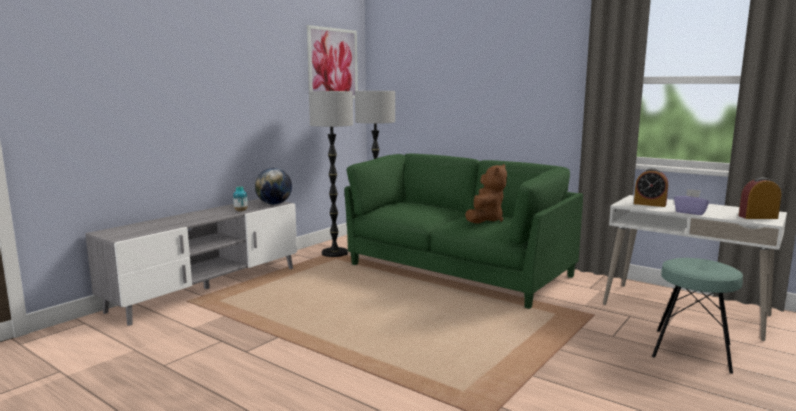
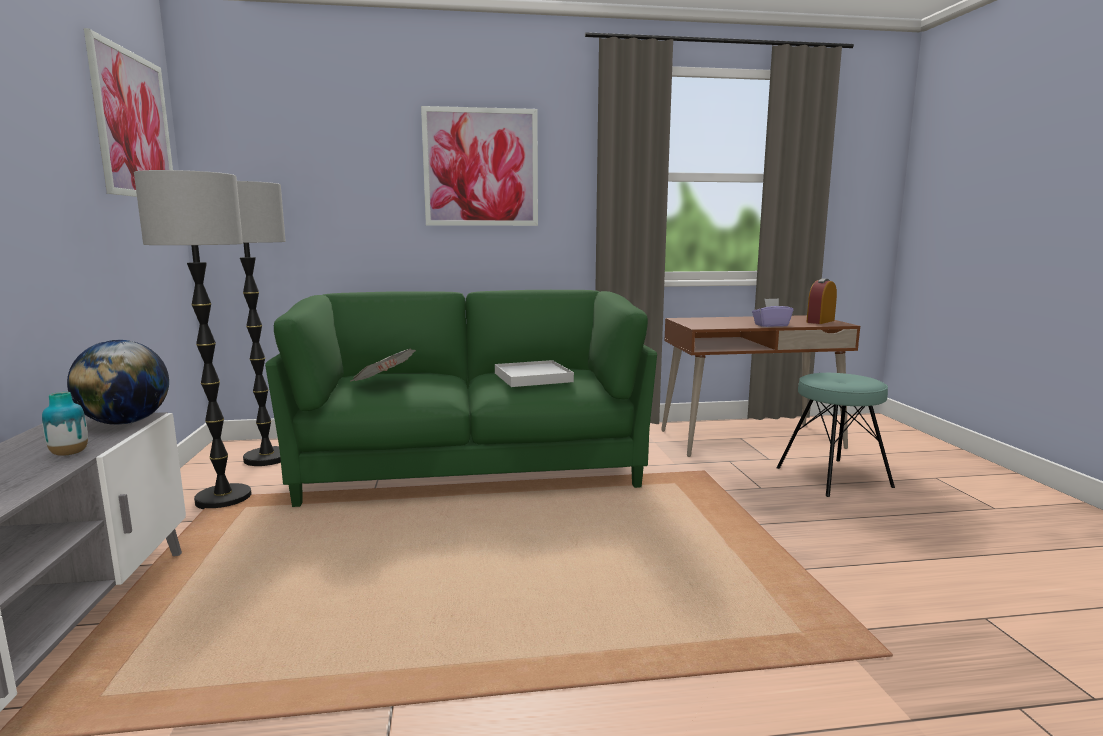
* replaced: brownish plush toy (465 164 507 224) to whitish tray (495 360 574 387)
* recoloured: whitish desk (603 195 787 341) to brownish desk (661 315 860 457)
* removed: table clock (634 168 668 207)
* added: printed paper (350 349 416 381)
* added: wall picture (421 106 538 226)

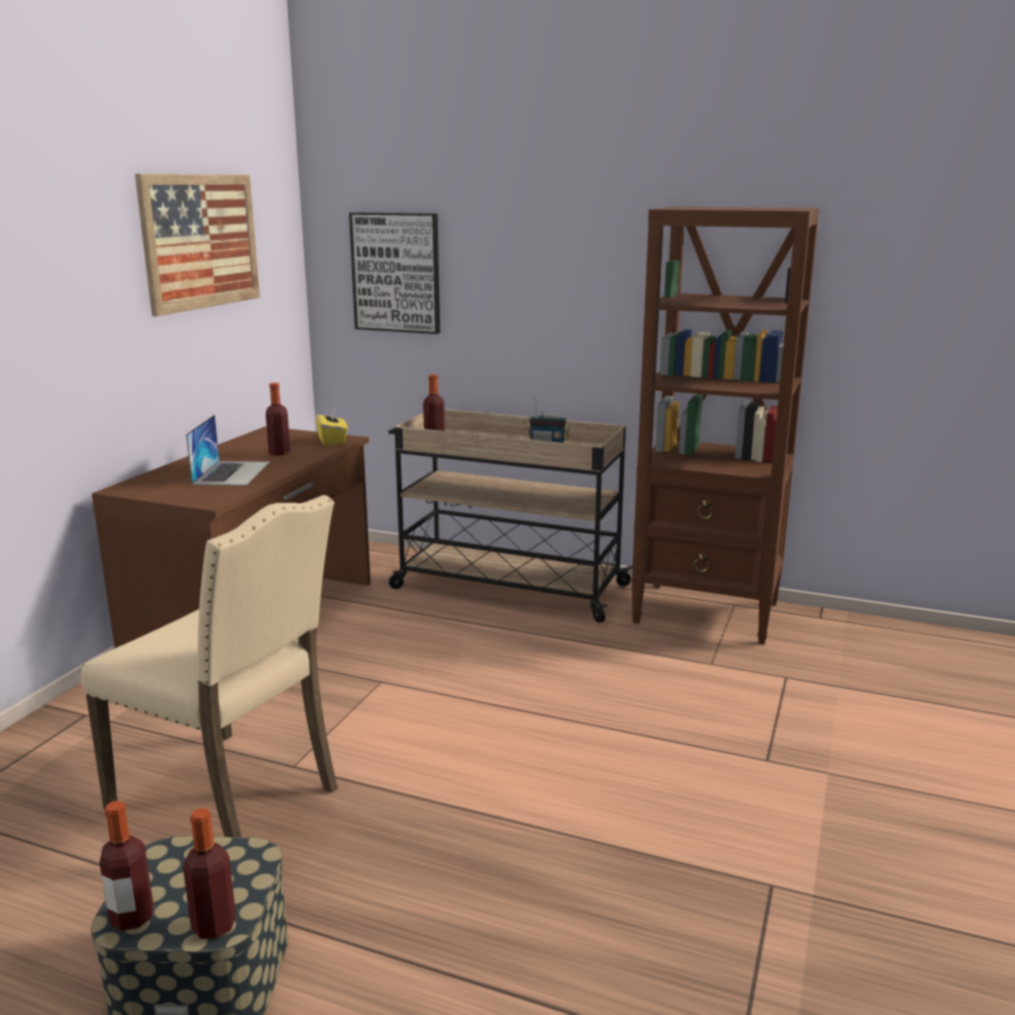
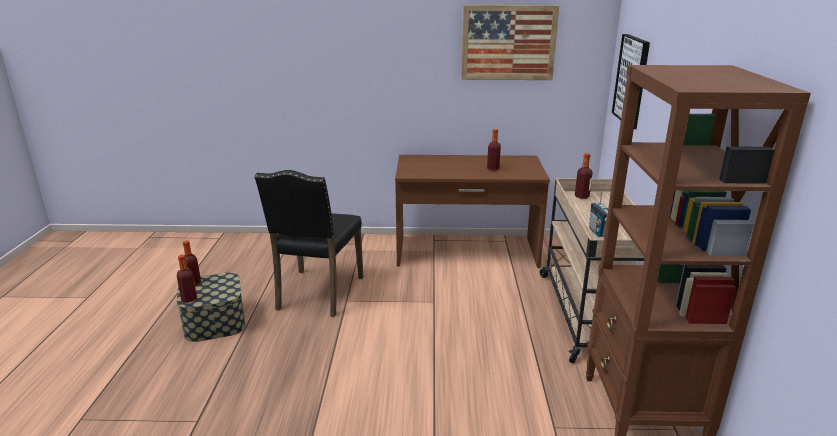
* recoloured: beige-coloured chair (81 495 338 837) to blackish chair (255 170 363 317)
* removed: notebook computer (186 415 270 486)
* removed: yellow-coloured tissue box (315 406 348 445)

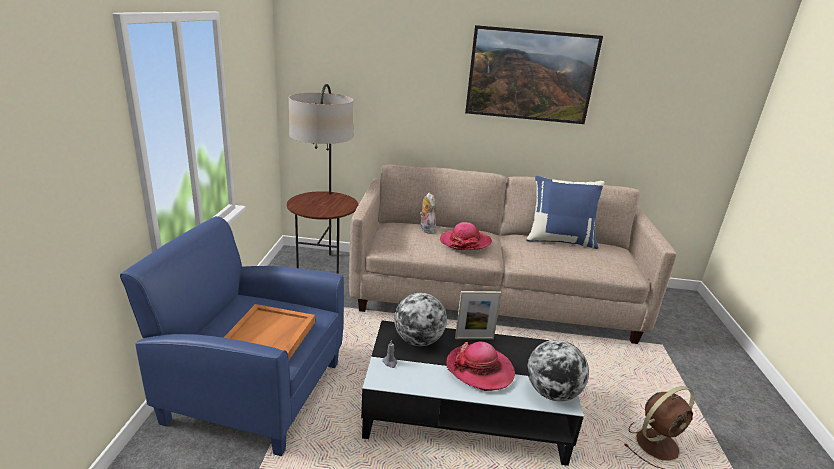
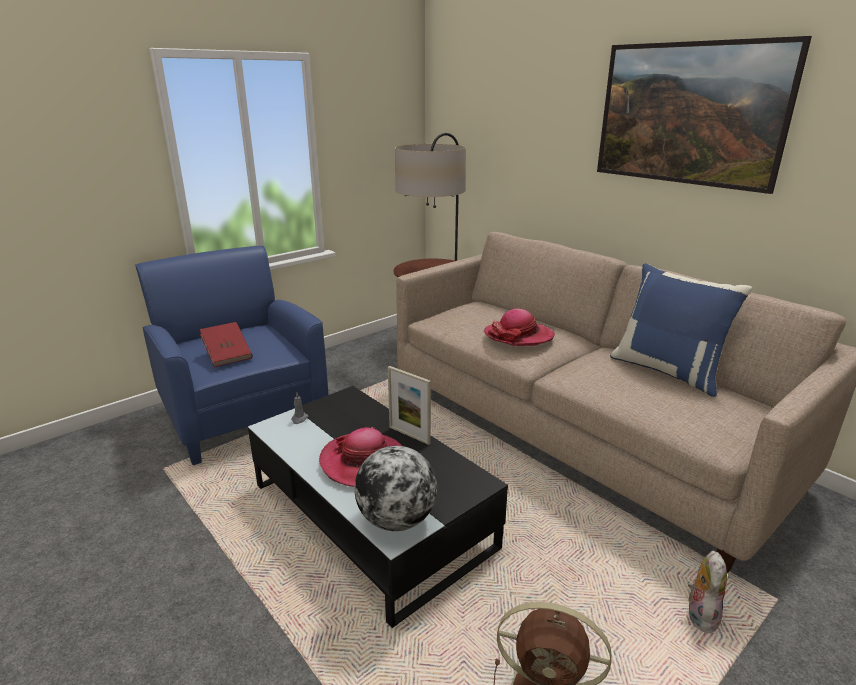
* replaced: orangey tray (224 304 315 359) to red-coloured book (200 322 253 367)
* removed: desk globe (394 293 447 346)
* moved: plush toy (419 192 436 234) to (688 550 727 633)

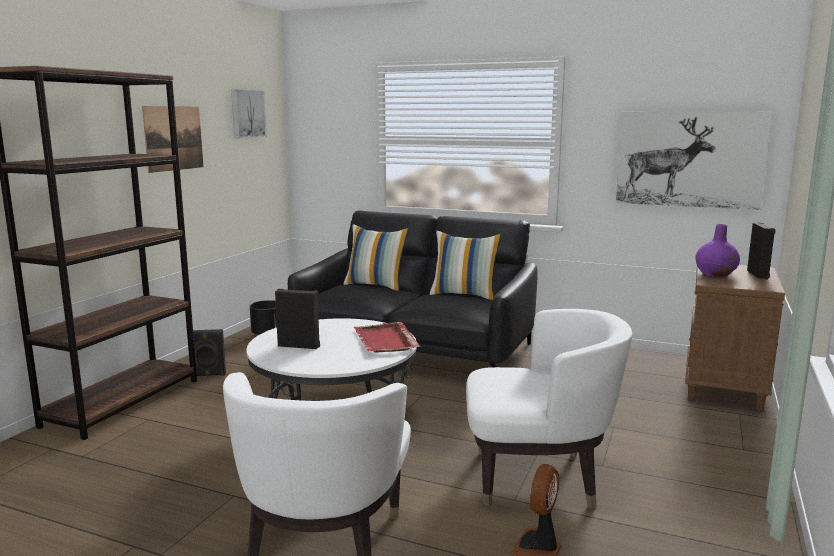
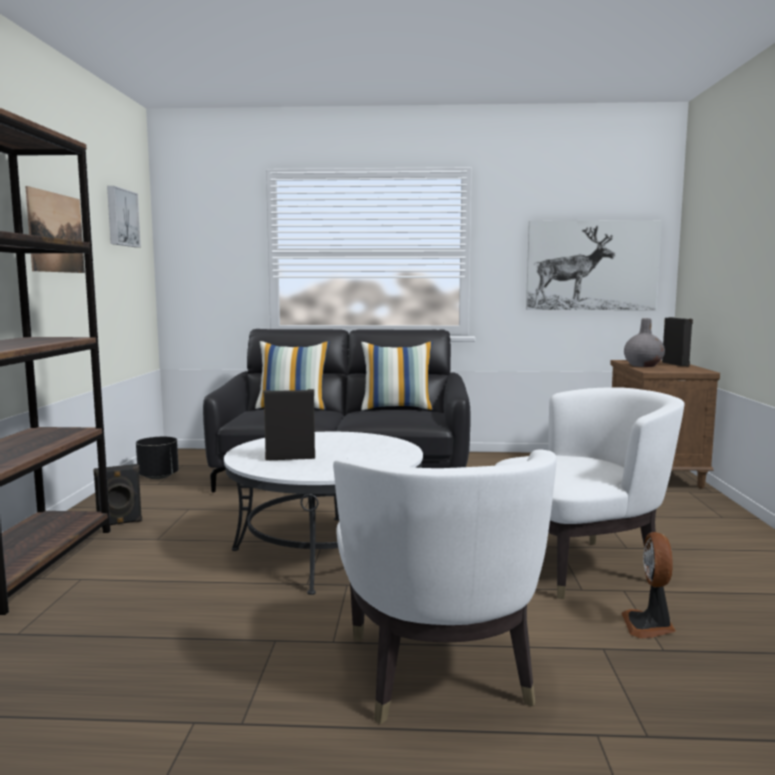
* removed: red-coloured tray (353 322 421 353)
* recoloured: purplish decorative vase (695 224 740 277) to gray decorative vase (624 318 665 367)

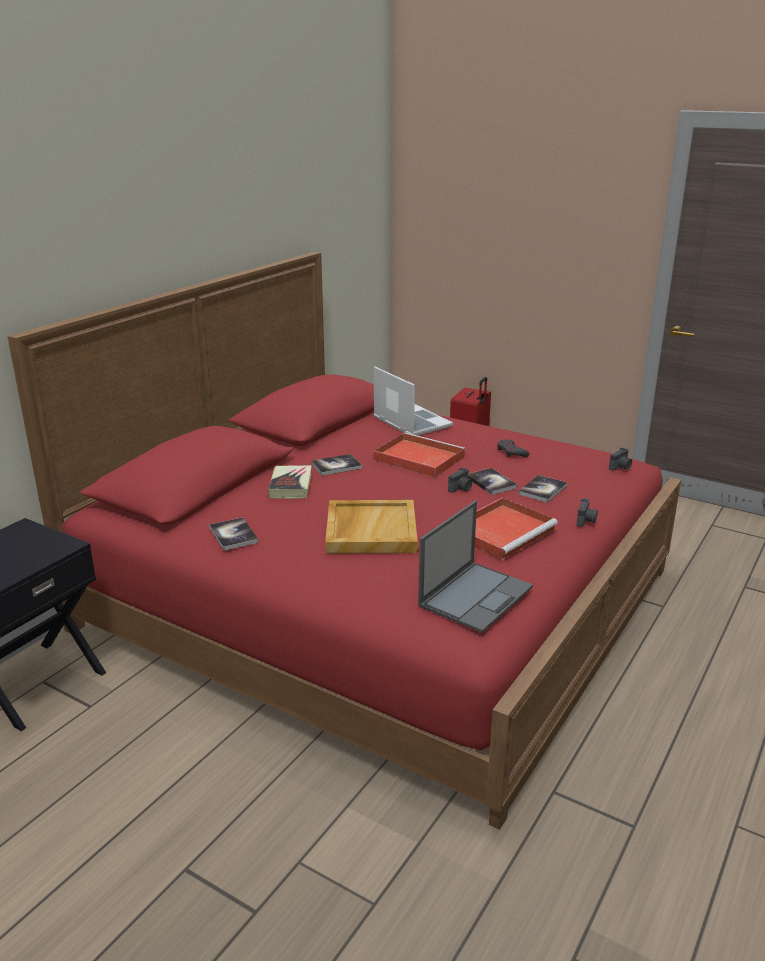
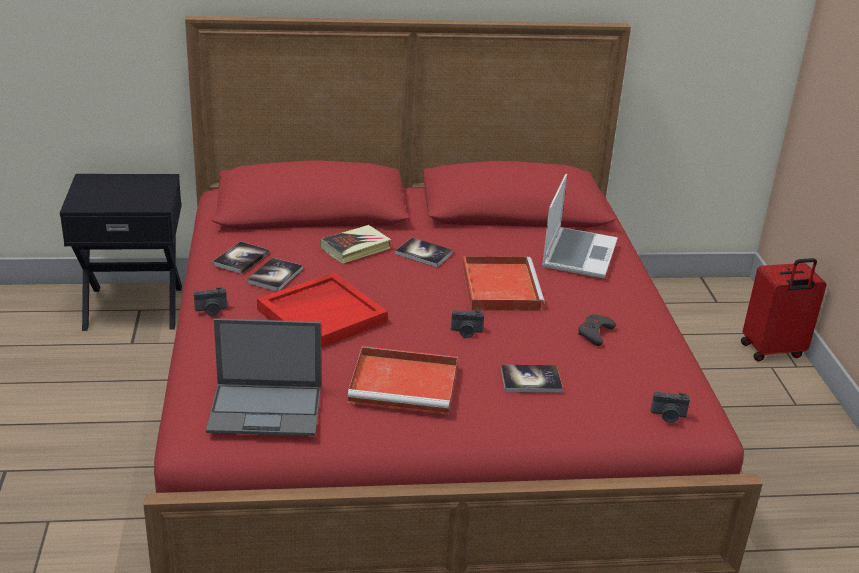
* recoloured: beige-coloured tray (325 500 418 554) to red-coloured tray (257 272 388 348)
* moved: book (468 468 518 495) to (247 258 303 291)
* moved: still camera (577 498 598 527) to (194 287 227 316)

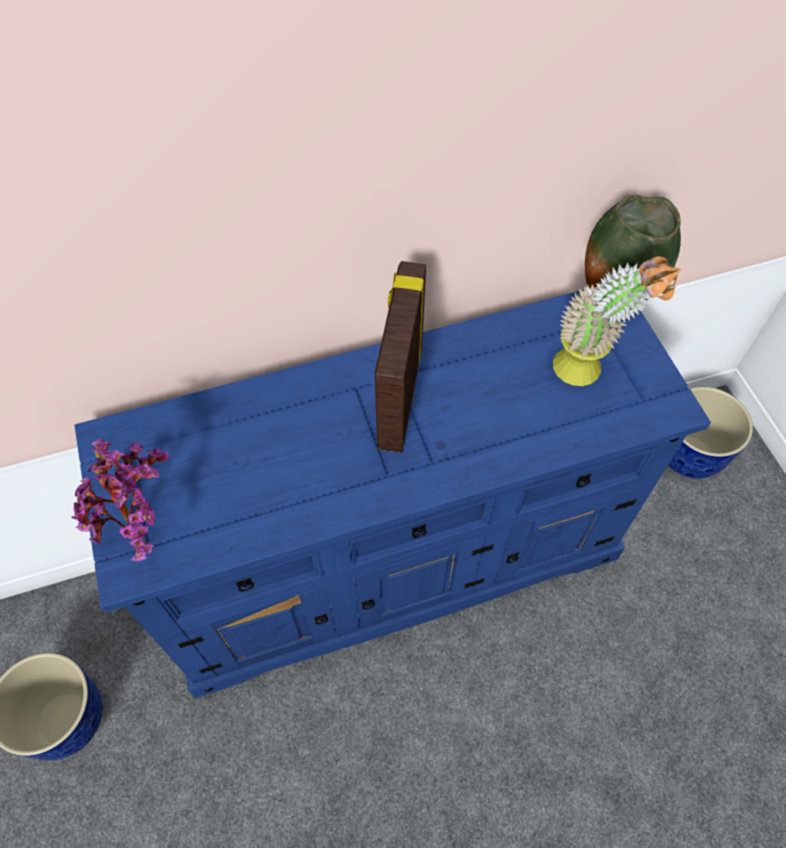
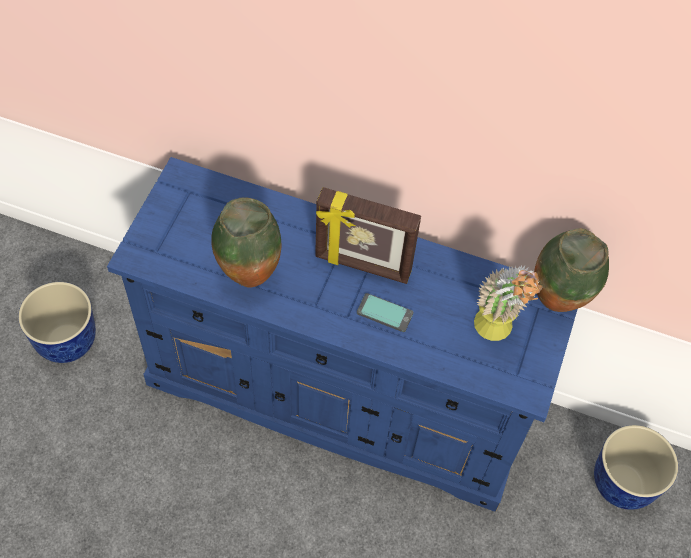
* removed: plant in a pot (72 439 172 561)
* turned: photo frame (375 261 426 453) = (315 187 421 284) 120 degrees counterclockwise
* added: decorative vase (211 197 281 288)
* added: handset (357 293 413 332)

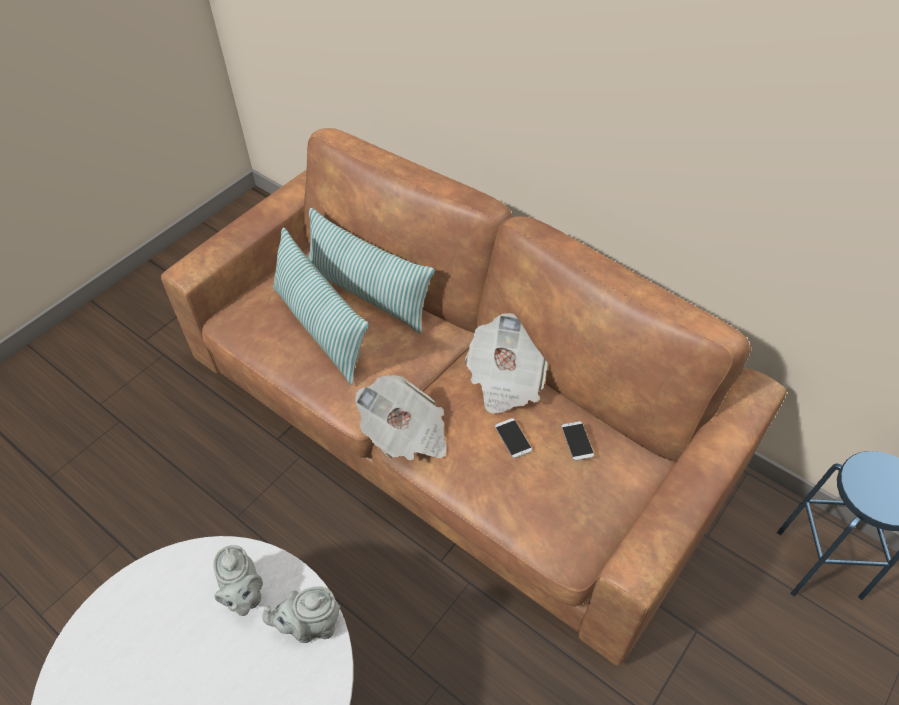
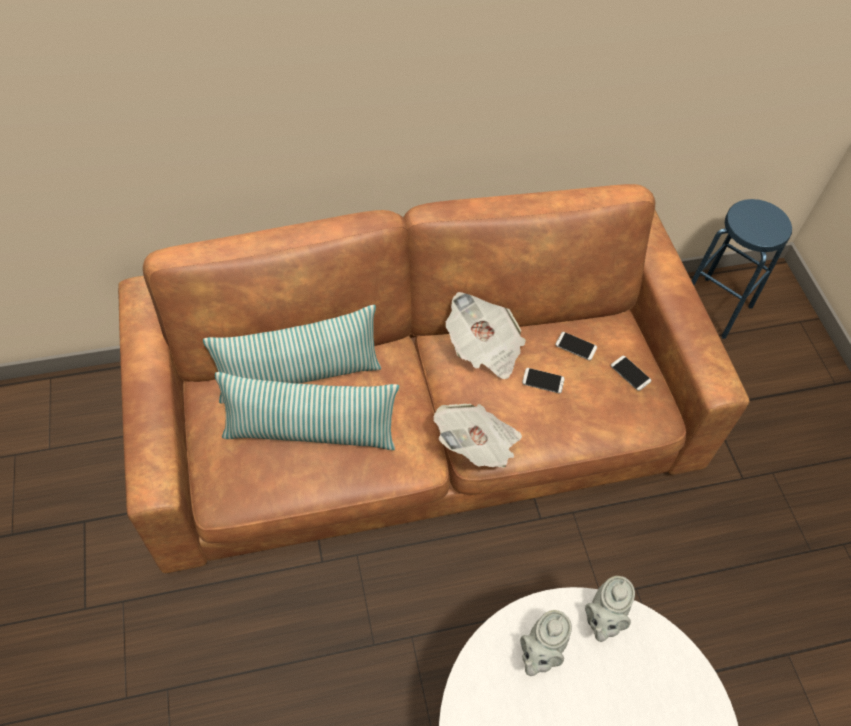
* turned: gray pot for tea (213 545 263 616) = (520 610 572 676) 105 degrees clockwise
* added: handset (611 356 651 391)

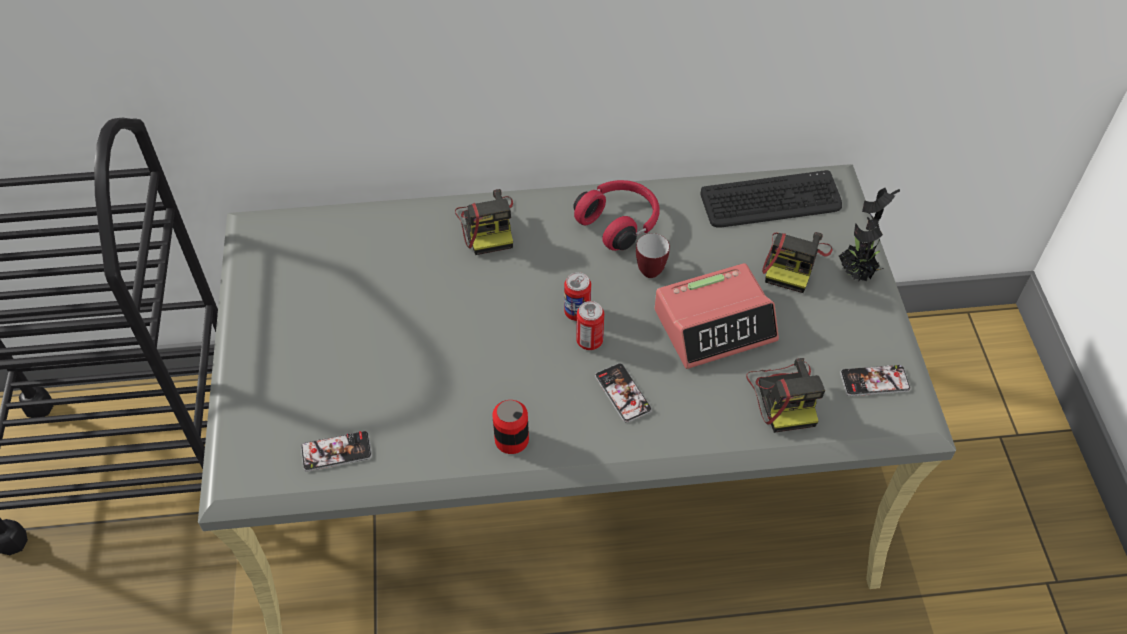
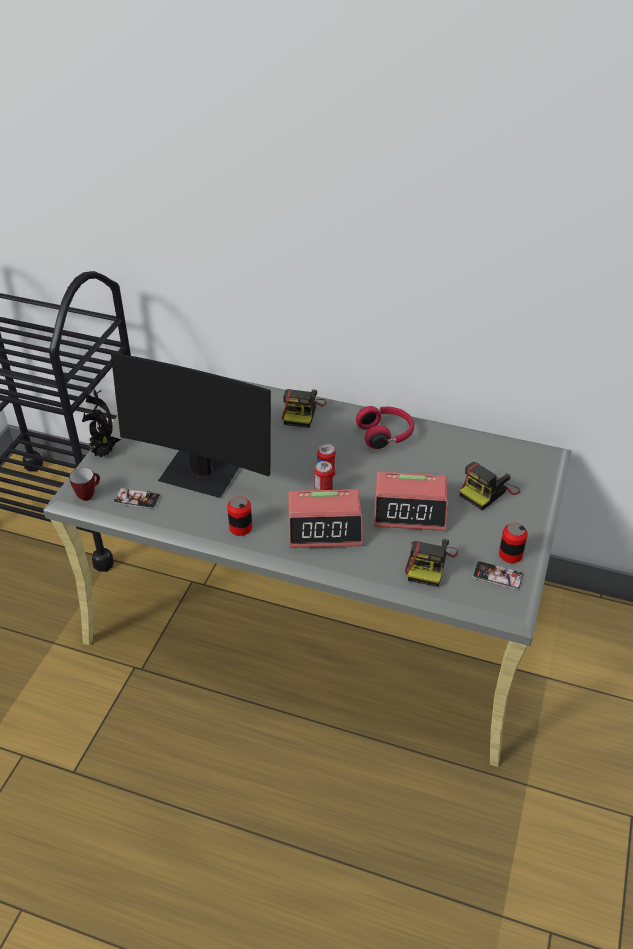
* replaced: handset (595 363 652 423) to table clock (288 489 363 548)
* moved: mug (636 233 670 278) to (69 468 100 501)
* removed: PC keyboard (700 170 842 228)
* moved: plant in a pot (839 188 900 282) to (82 389 121 457)
* added: computer display (111 353 271 498)
* added: can (499 523 528 563)

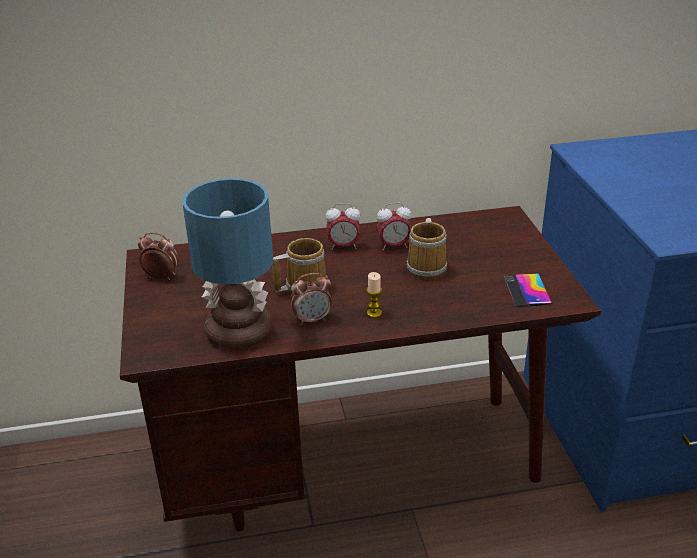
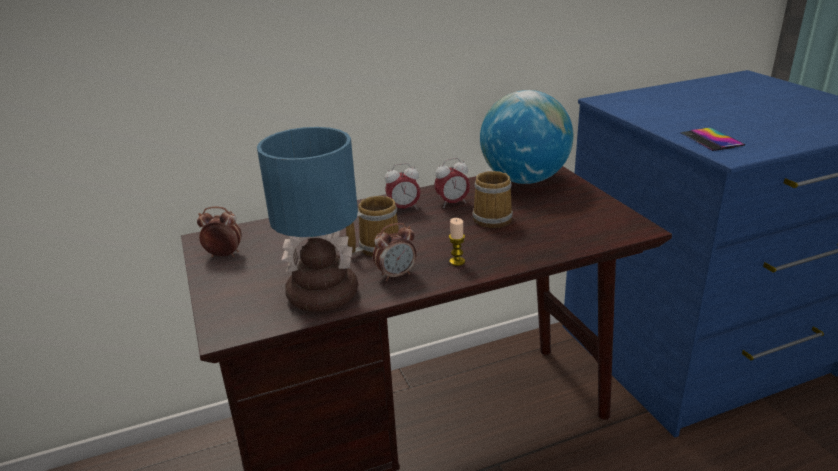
* moved: handset (504 273 552 307) to (680 127 745 151)
* added: desk globe (480 90 573 184)

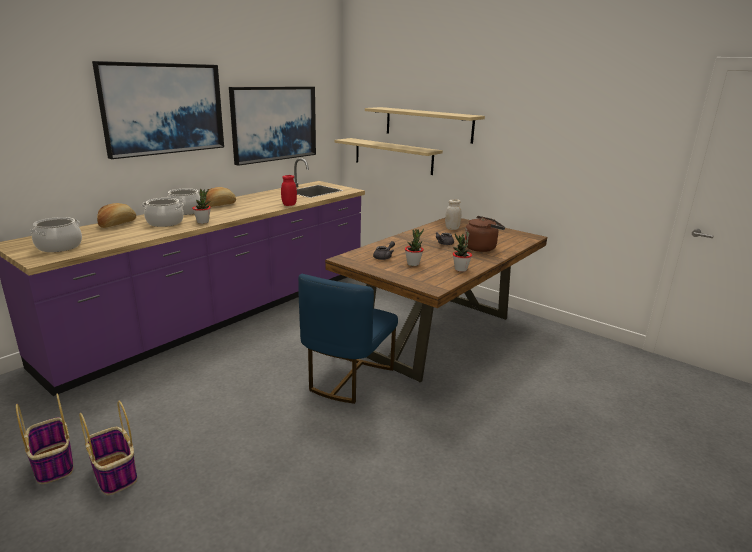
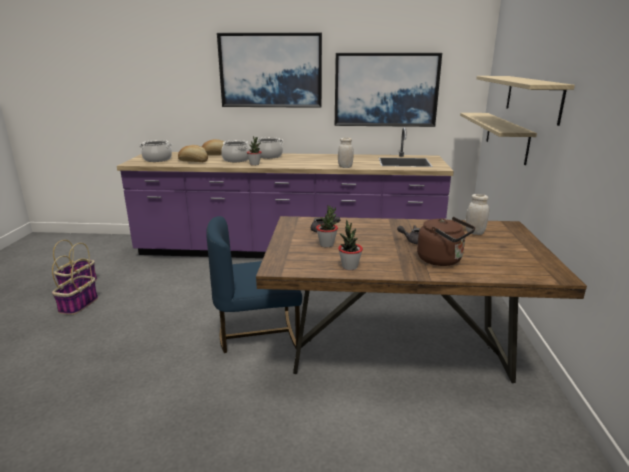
* moved: bread (205 187 236 207) to (178 145 208 162)
* recoloured: red-coloured preserve jar (281 175 297 206) to whitish preserve jar (338 138 354 168)

